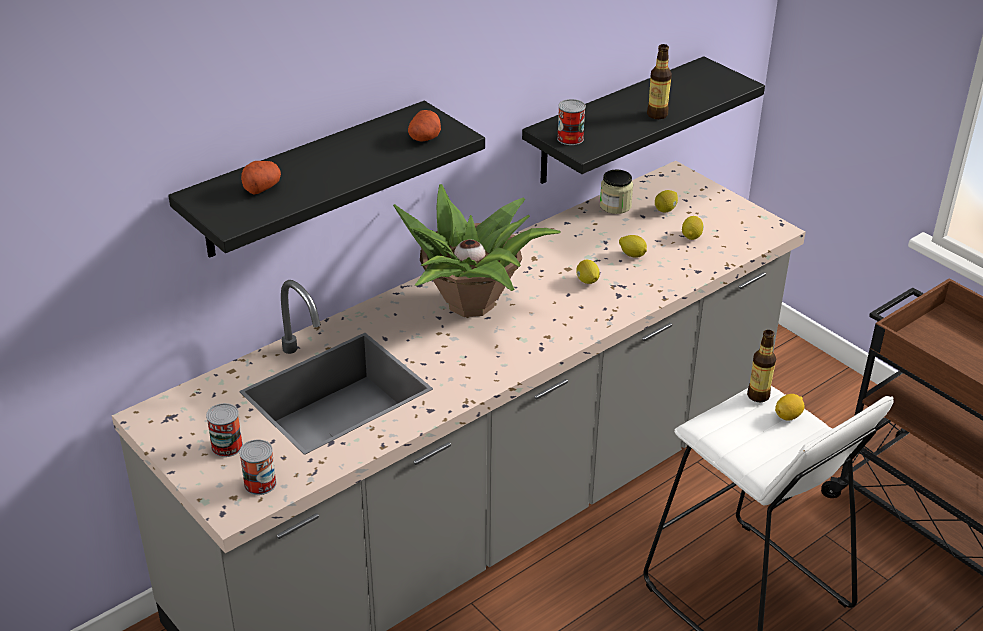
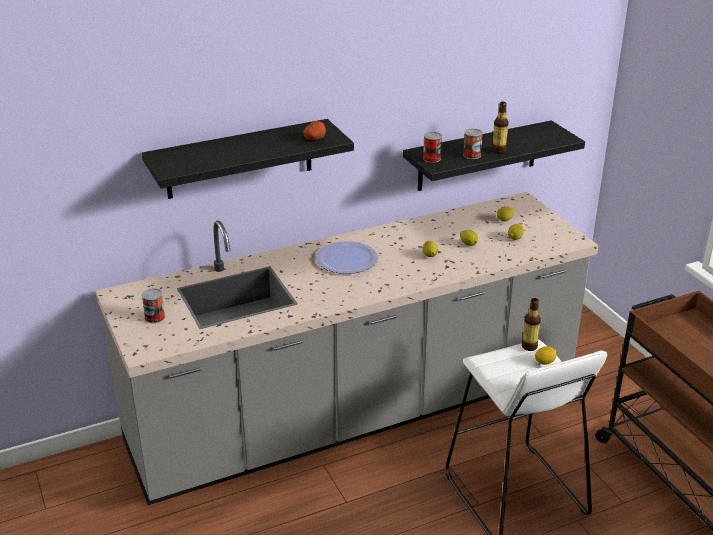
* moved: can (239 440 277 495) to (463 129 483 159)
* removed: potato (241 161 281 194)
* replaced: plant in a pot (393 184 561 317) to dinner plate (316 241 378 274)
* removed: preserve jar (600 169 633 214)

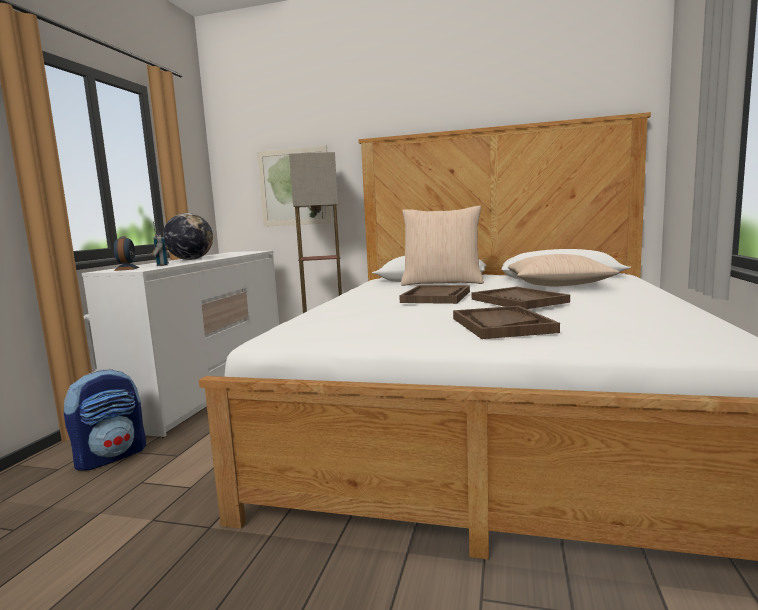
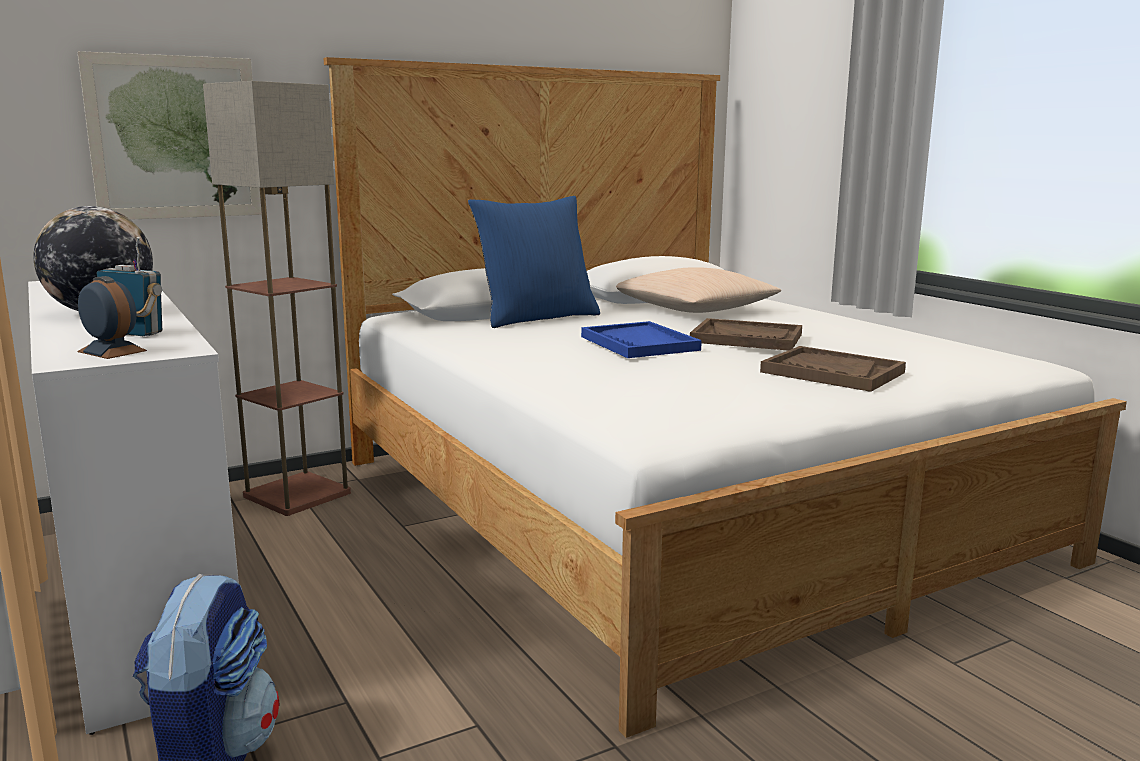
* recoloured: brownish tray (399 285 470 304) to blue-coloured tray (581 321 702 358)
* recoloured: beige-coloured pillow (401 206 484 286) to blue-coloured pillow (468 196 600 328)

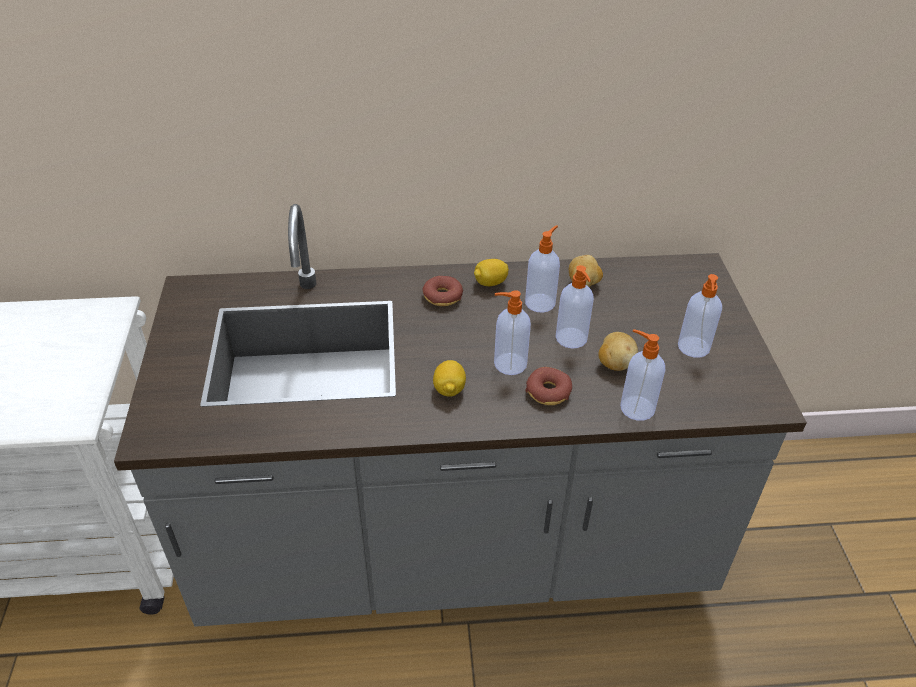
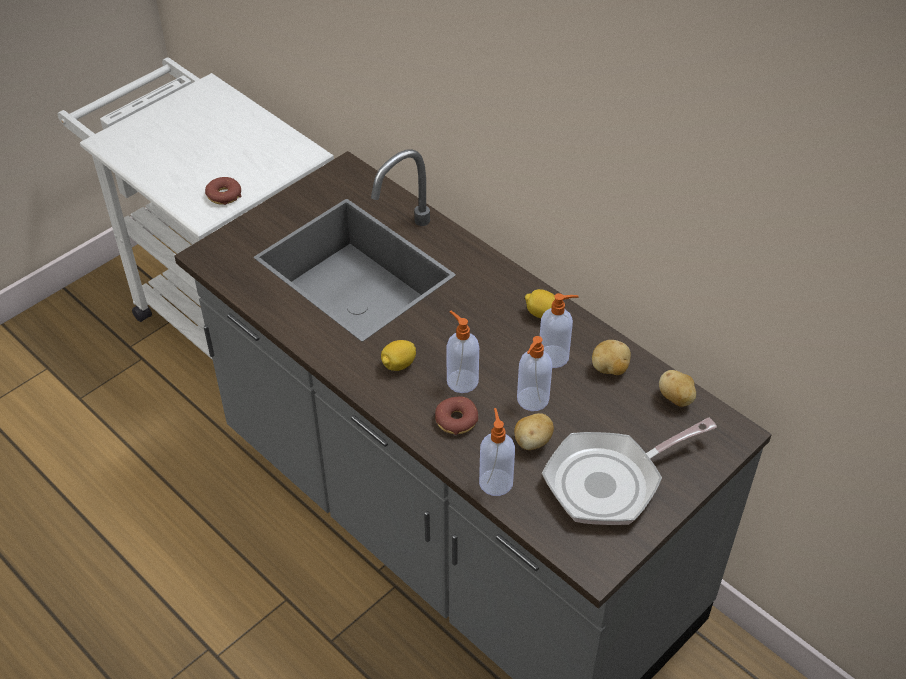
* moved: doughnut (422 276 463 306) to (205 177 241 205)
* replaced: soap bottle (678 274 722 358) to pan (542 417 717 525)
* added: potato (659 370 696 407)

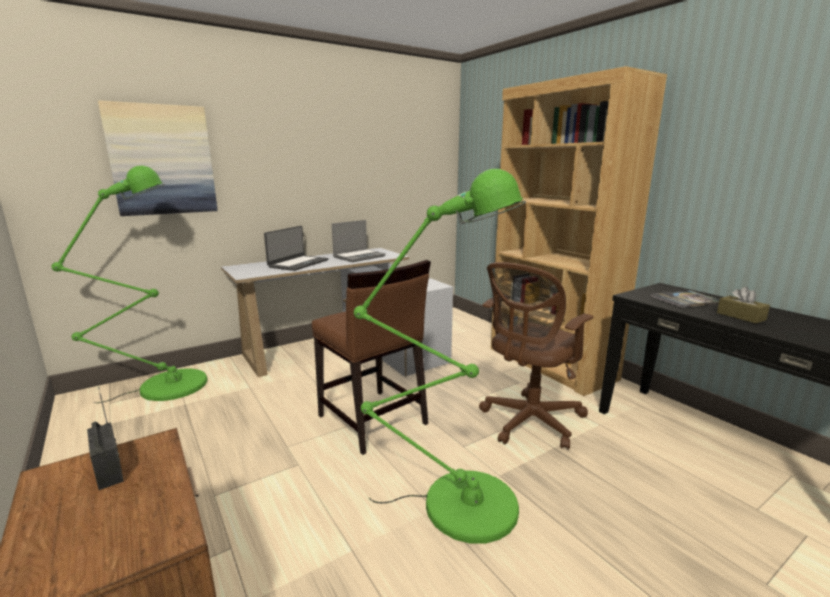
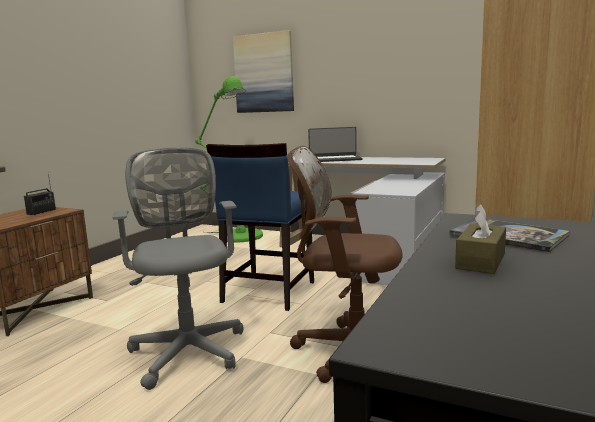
* recoloured: brownish chair (312 260 431 455) to blue-coloured chair (206 143 314 311)
* removed: notebook computer (332 220 386 262)
* replaced: green-coloured standard lamp (354 169 526 544) to gray office chair (112 147 243 390)

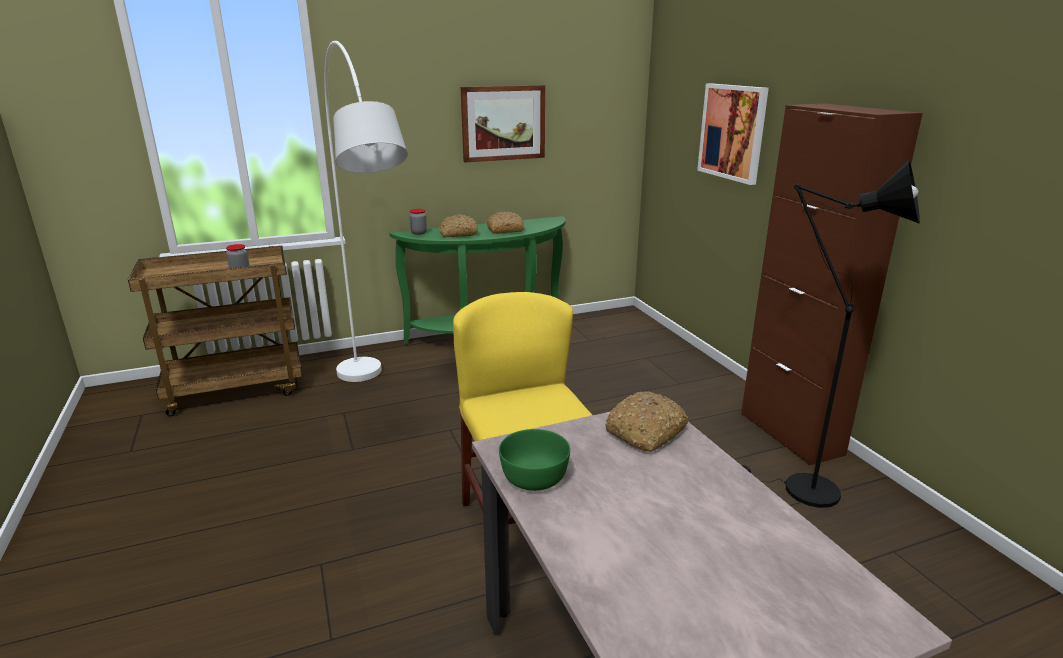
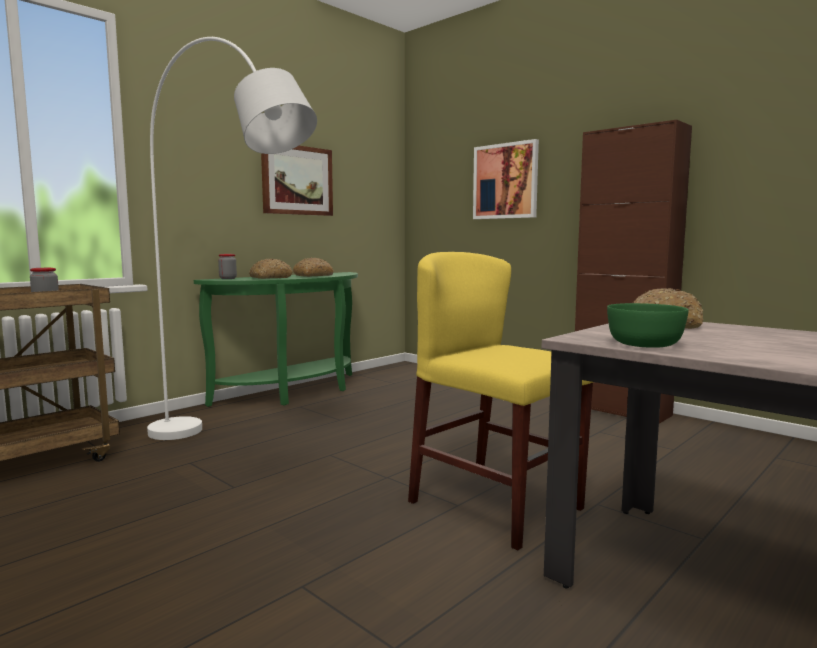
* removed: blackish standard lamp (742 160 920 508)

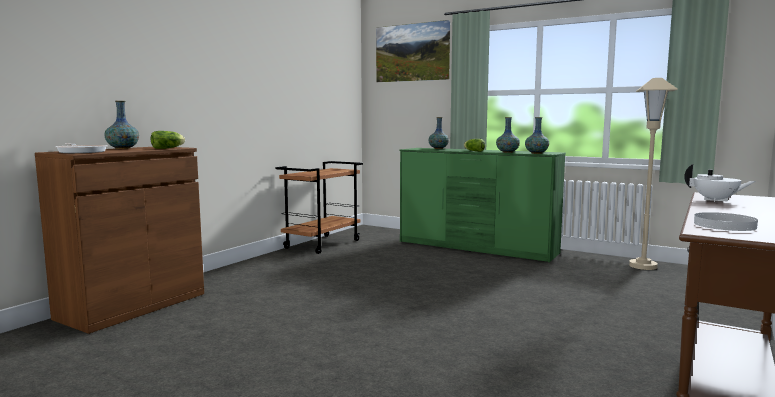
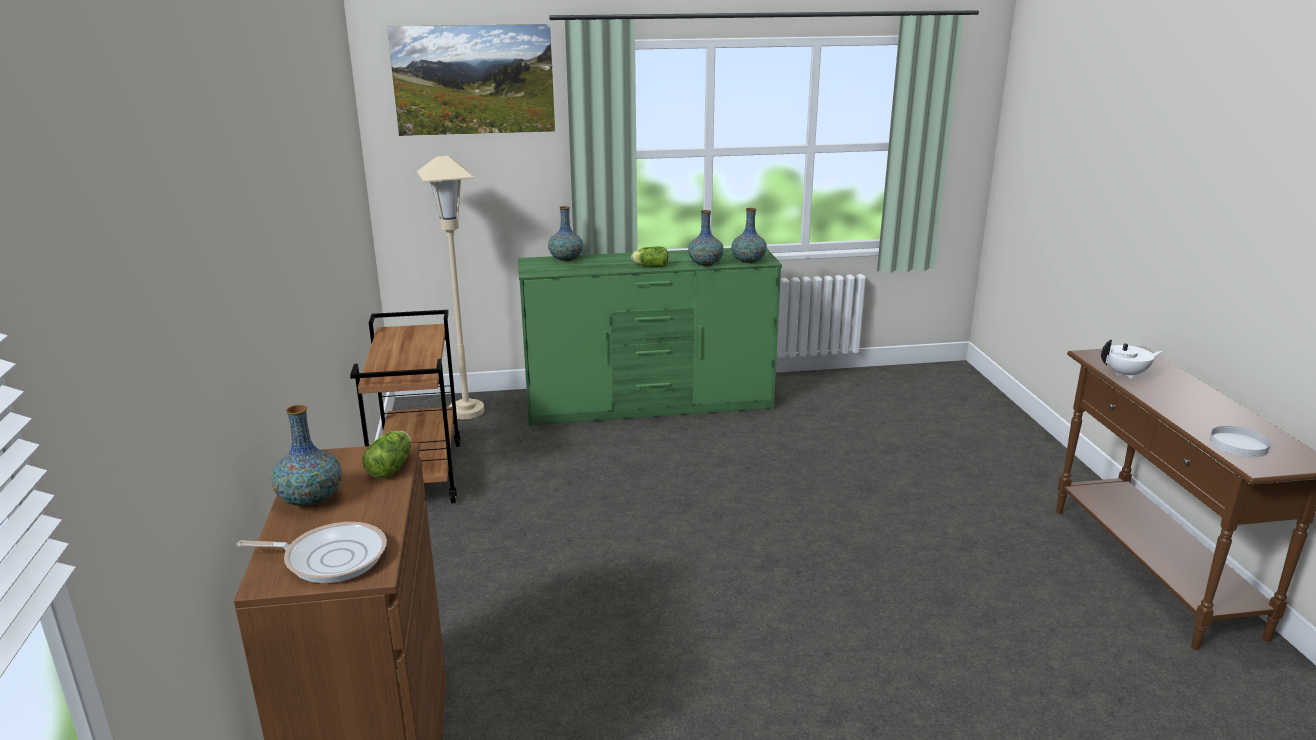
* moved: beige-coloured standard lamp (629 78 678 270) to (417 156 484 419)

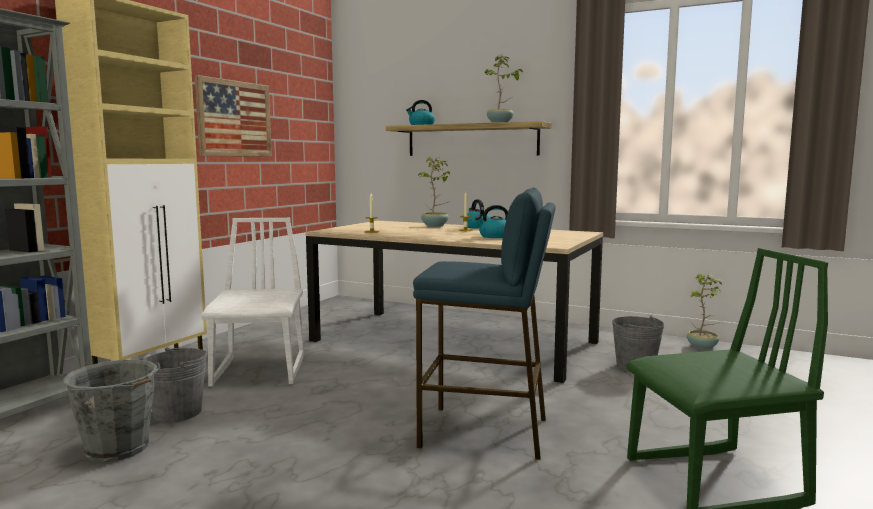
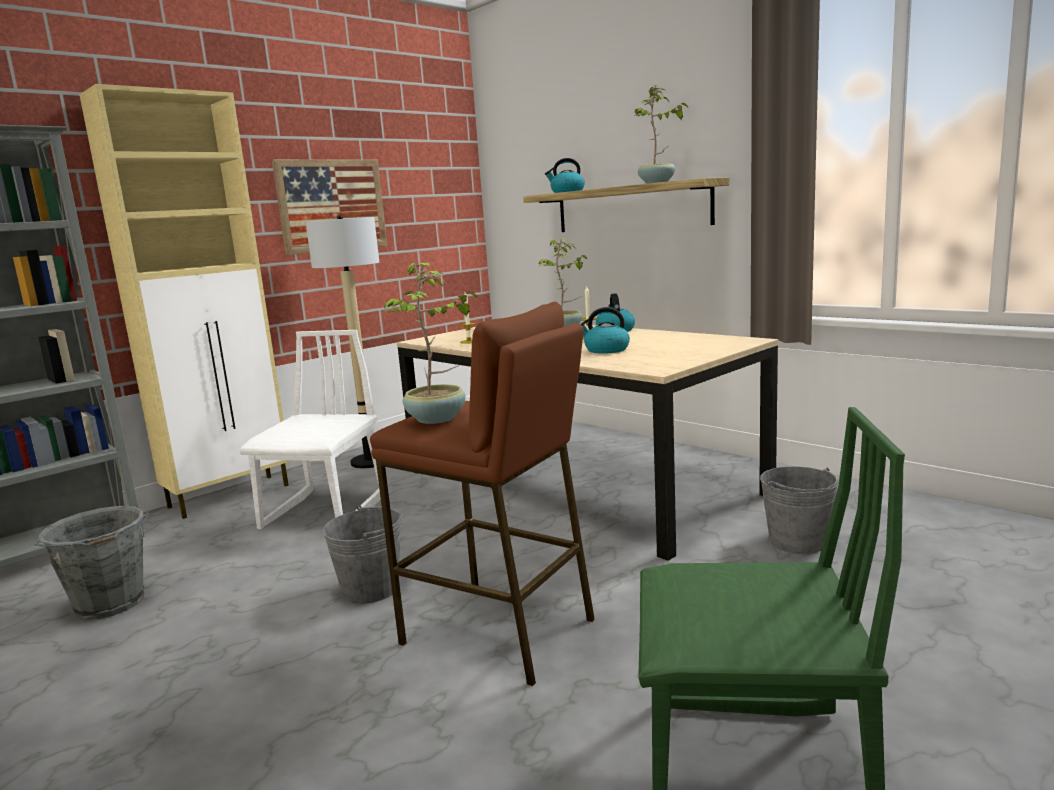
* moved: gray bucket (143 348 207 422) to (322 506 403 604)
* recoloured: blue-coloured stool (413 187 556 460) to brownish stool (370 302 595 686)
* moved: plant in a pot (687 274 723 350) to (382 263 478 424)
* added: standard lamp (306 215 379 468)

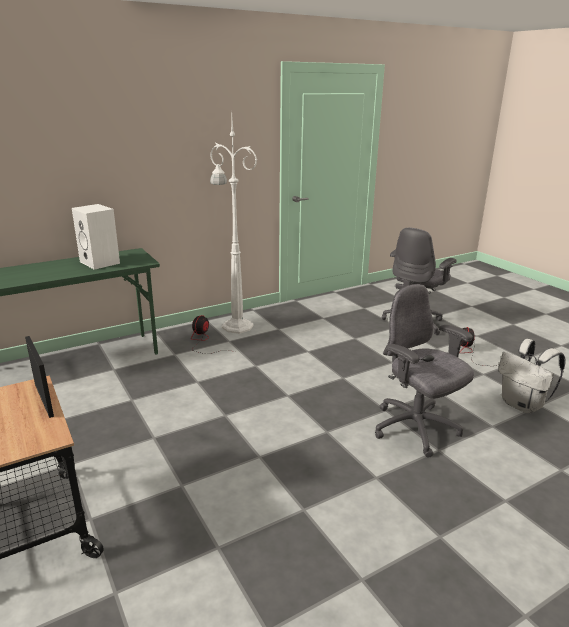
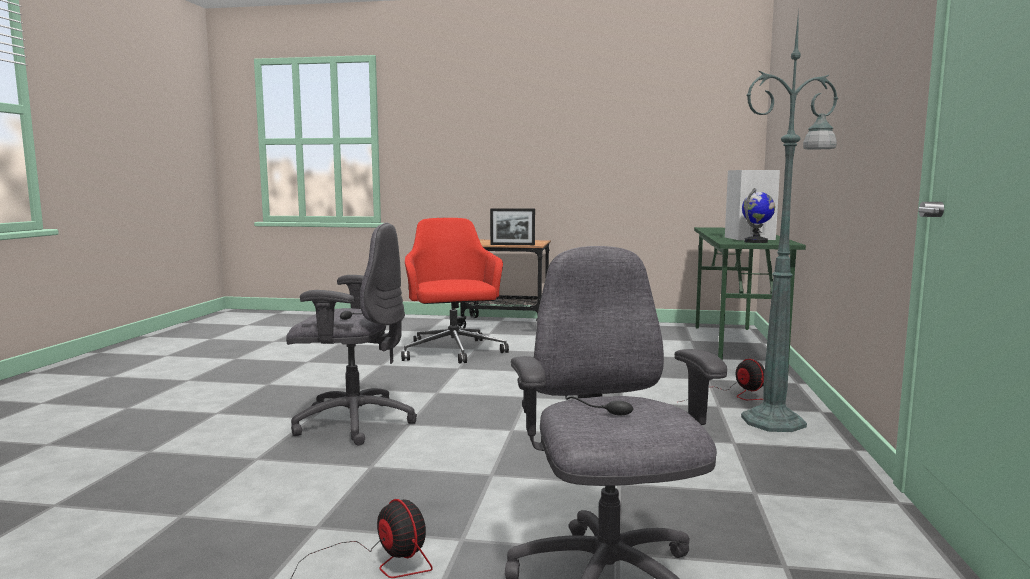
* recoloured: whitish standard lamp (210 119 257 334) to green-coloured standard lamp (741 10 838 432)
* removed: whitish knapsack (498 339 566 414)
* added: red-coloured office chair (401 218 509 364)
* added: desk globe (742 188 775 243)

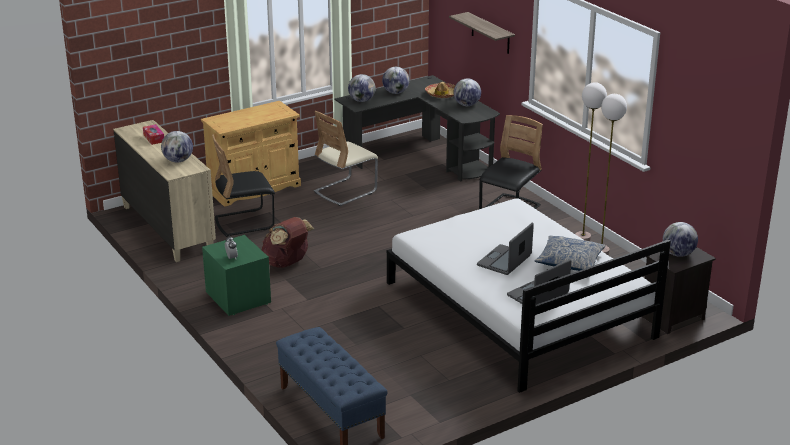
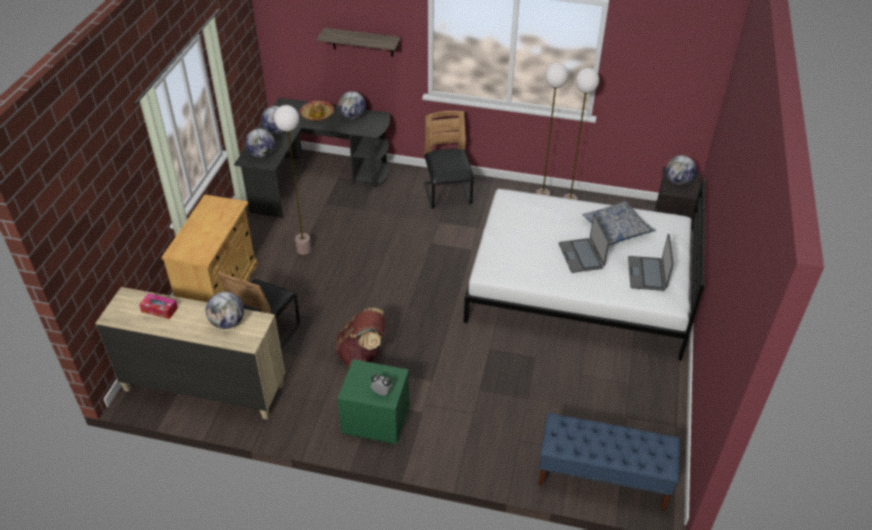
* replaced: beige-coloured chair (314 111 378 206) to standard lamp (274 105 311 255)

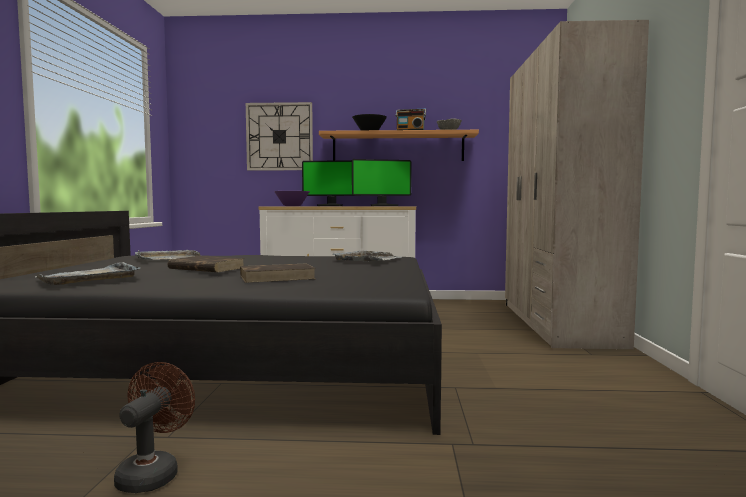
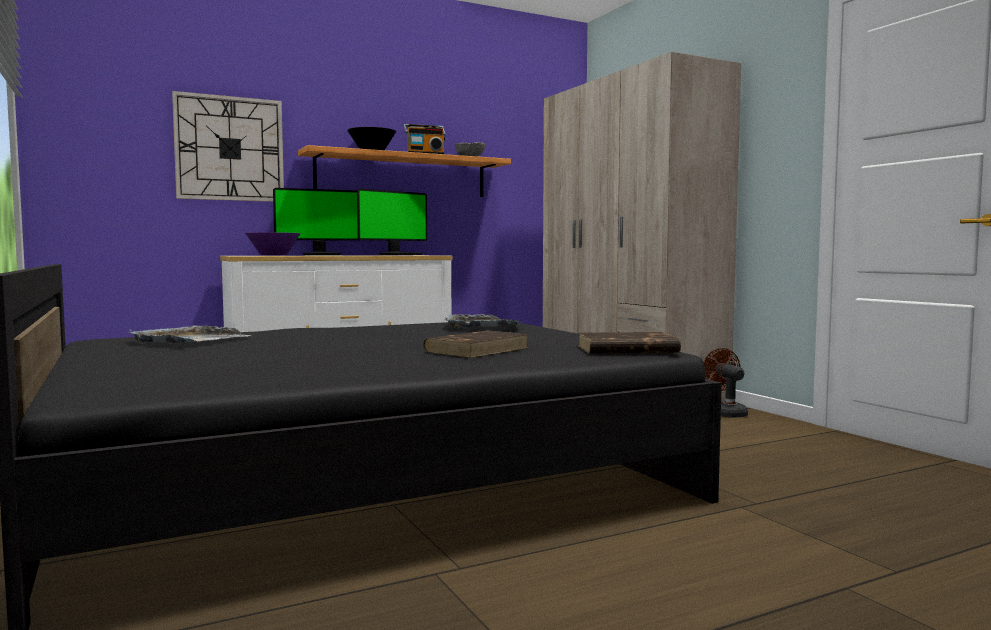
* removed: gray tray (34 262 140 285)
* moved: brownish fan (114 362 195 493) to (703 348 748 418)
* moved: brownish book (167 256 245 272) to (579 332 681 354)

